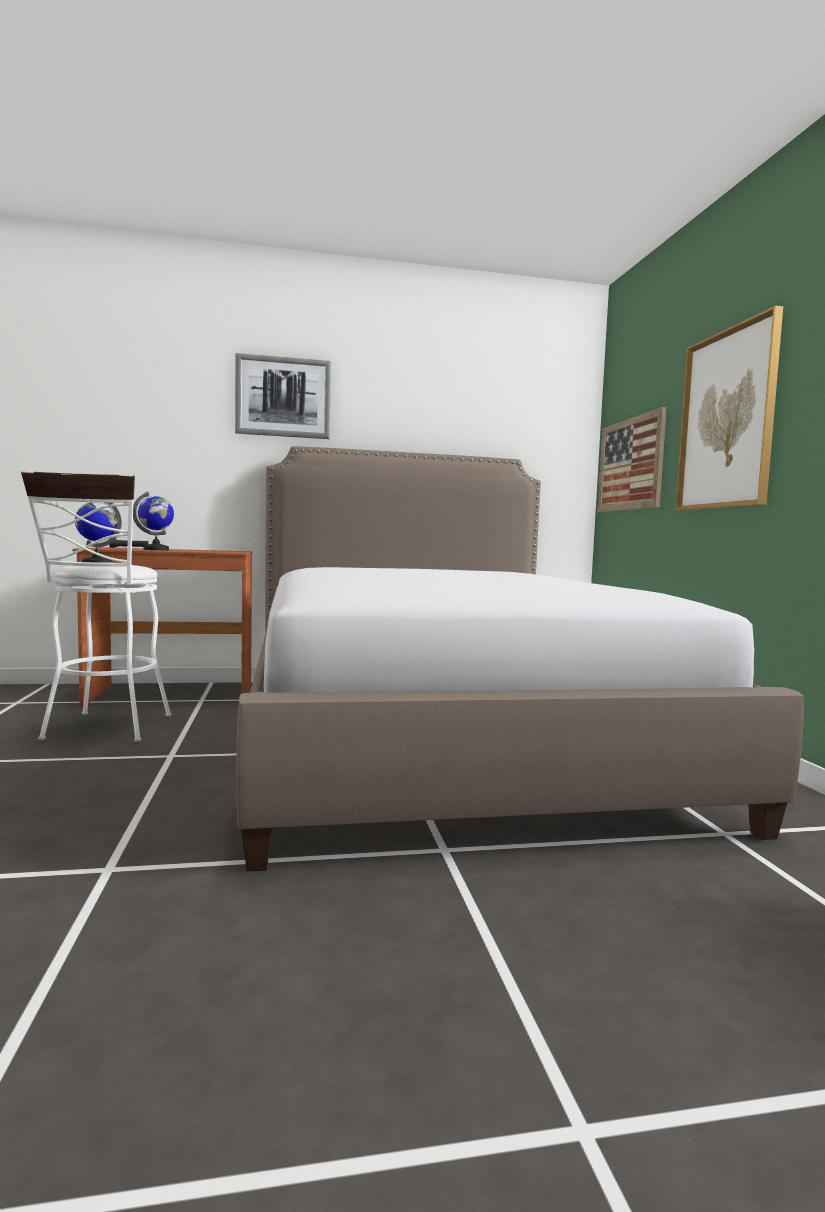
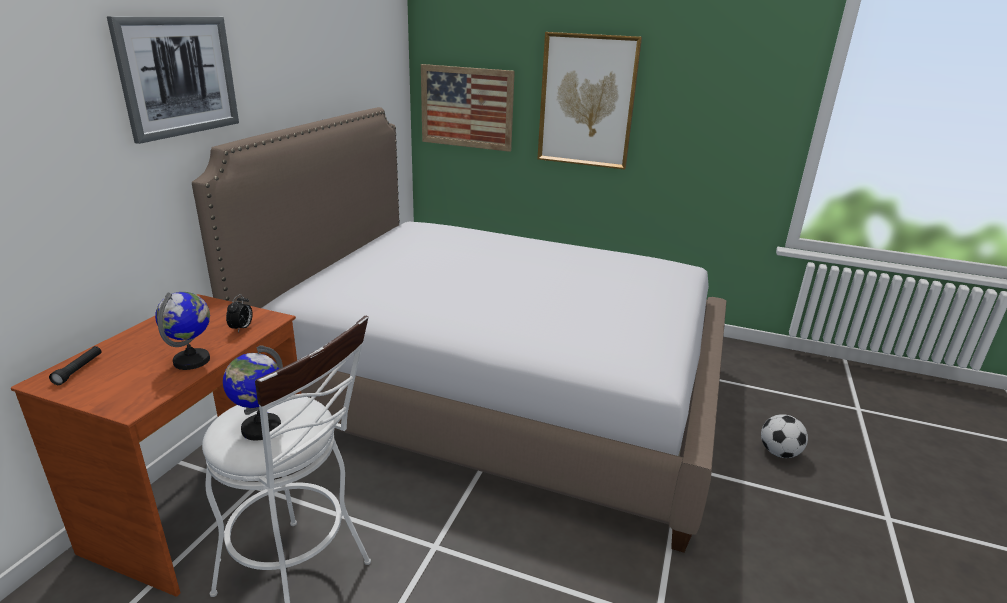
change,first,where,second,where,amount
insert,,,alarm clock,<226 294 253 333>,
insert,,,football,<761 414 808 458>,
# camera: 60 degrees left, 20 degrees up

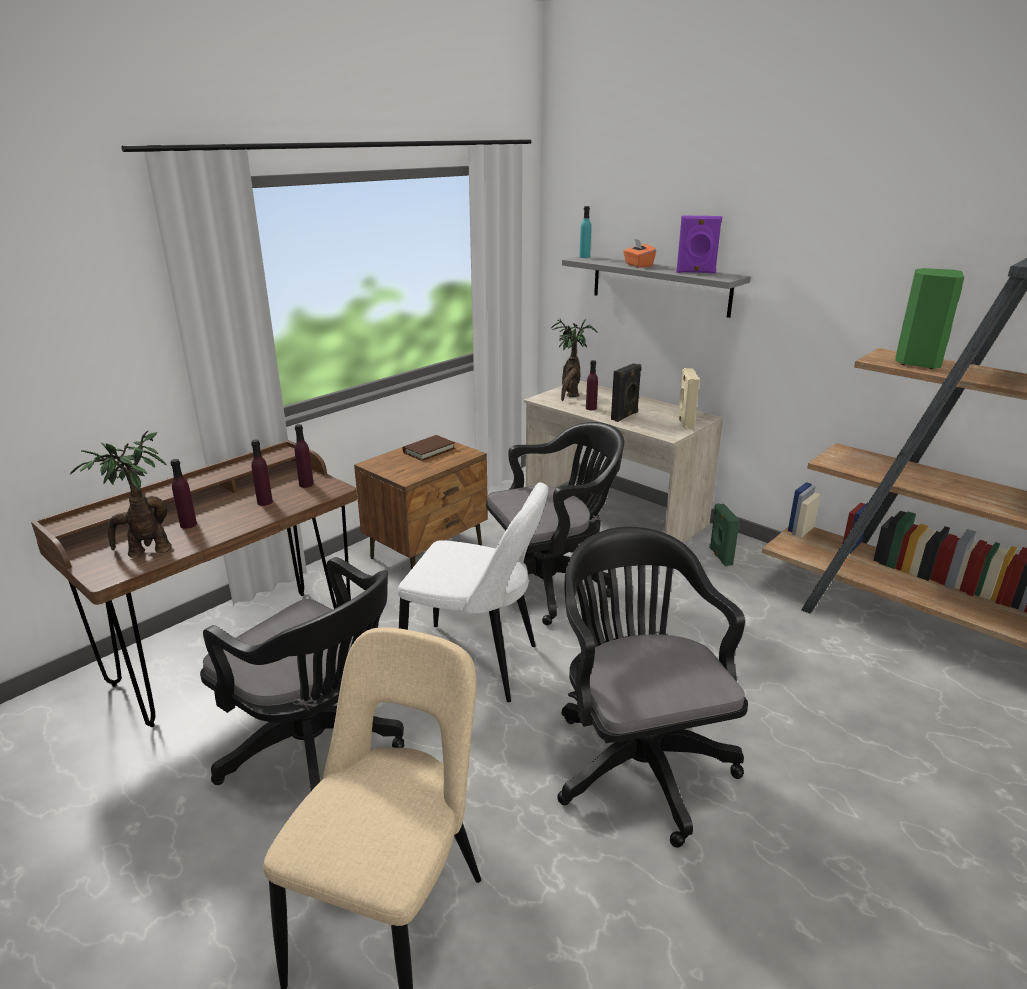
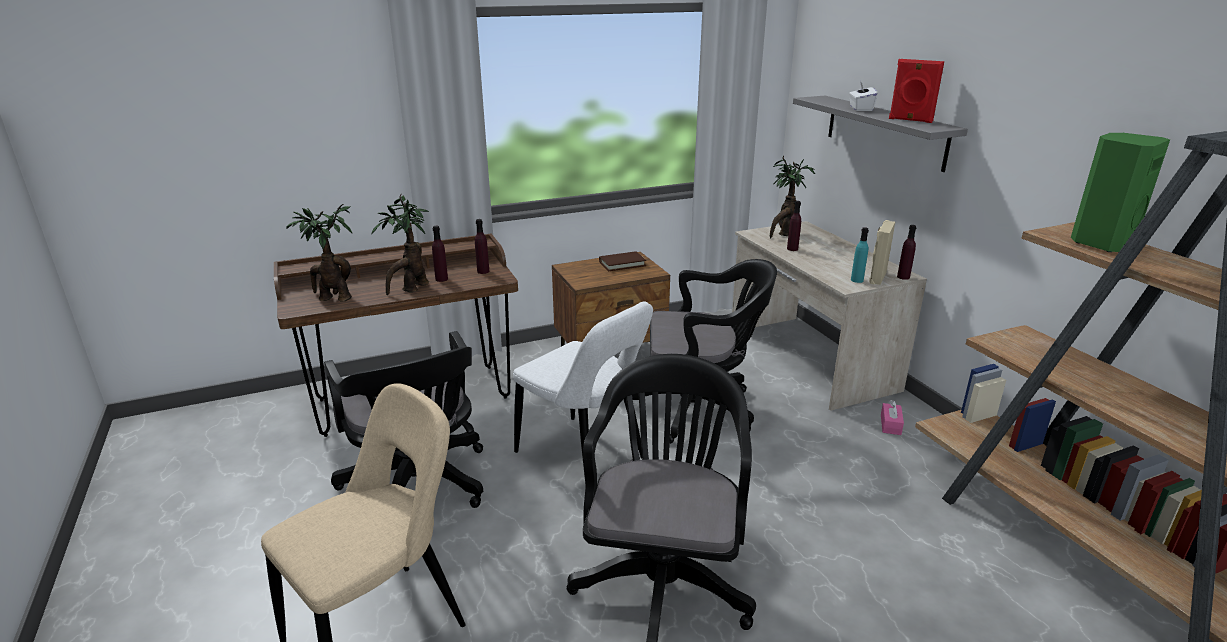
change,first,where,second,where,amount
move,bottle (purple),<171 459 197 529>,,<897 225 916 280>,
move,bottle (turquoise),<580 206 591 258>,,<851 227 869 283>,
delete,speaker (black),<611 363 642 422>,,,
recolor,tissue box (orange),<623 238 656 268>,tissue box (white),<849 81 878 111>,
recolor,speaker (purple),<676 215 722 274>,speaker (red),<889 59 944 123>,
replace,speaker (green),<709 504 740 566>,tissue box (pink),<881 400 904 435>,
insert,,,potted plant,<371 194 429 295>,
# camera: 25 degrees right, 0 degrees up

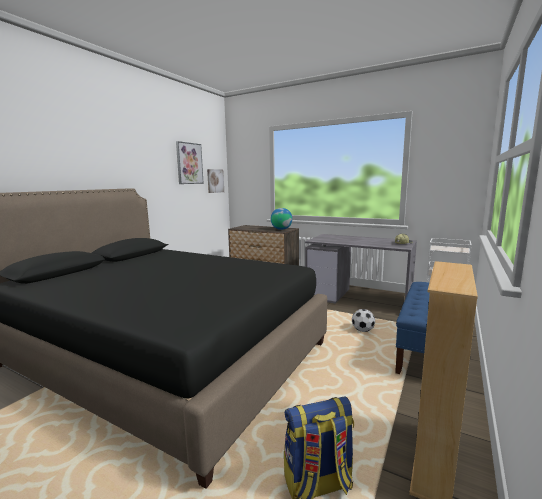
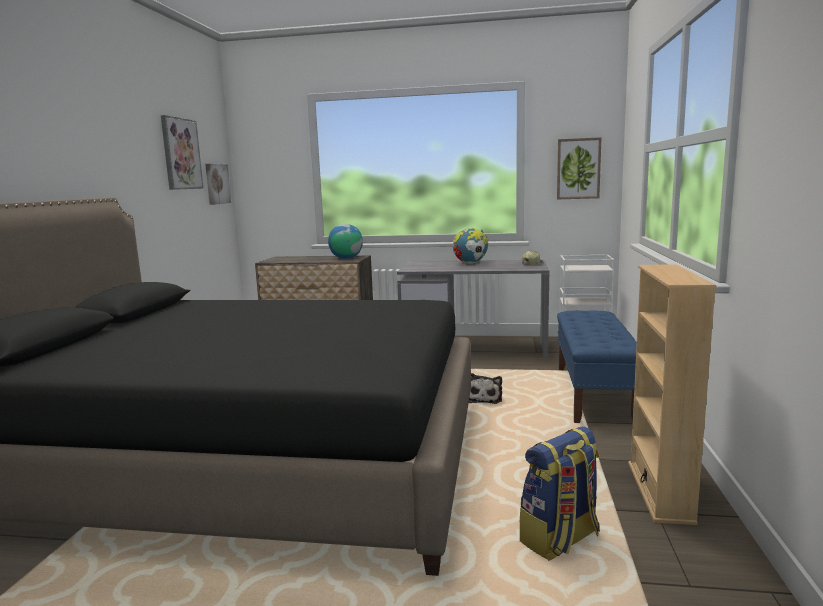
change,first,where,second,where,amount
delete,football,<352 309 375 332>,,,
insert,,,globe,<453 228 489 264>,
insert,,,plush toy,<469 373 502 404>,
insert,,,picture,<557 137 602 199>,
# camera: 20 degrees left, 0 degrees up

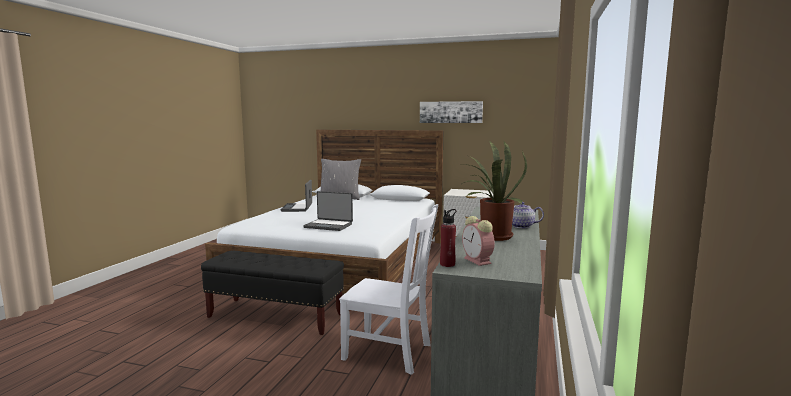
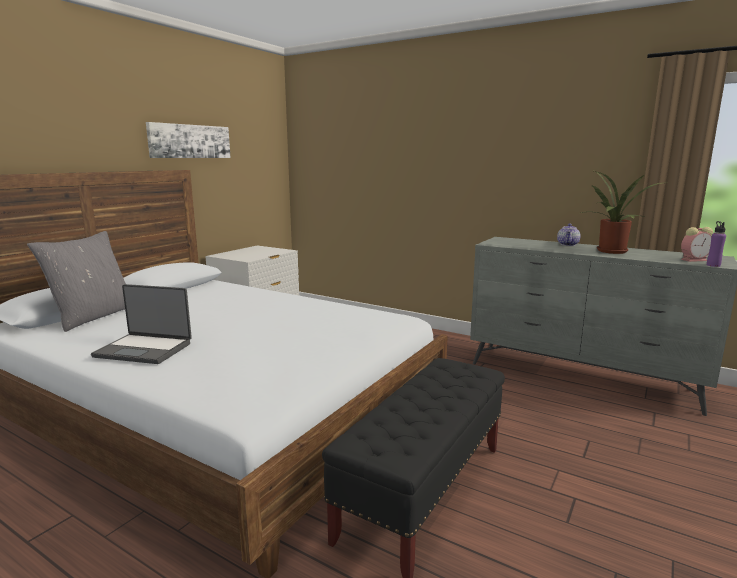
change,first,where,second,where,amount
delete,laptop,<303 191 353 231>,,,
delete,chair (white),<339 204 438 375>,,,
recolor,bottle (red),<440 209 456 267>,bottle (purple),<707 221 726 267>,
# camera: 75 degrees left, 5 degrees up

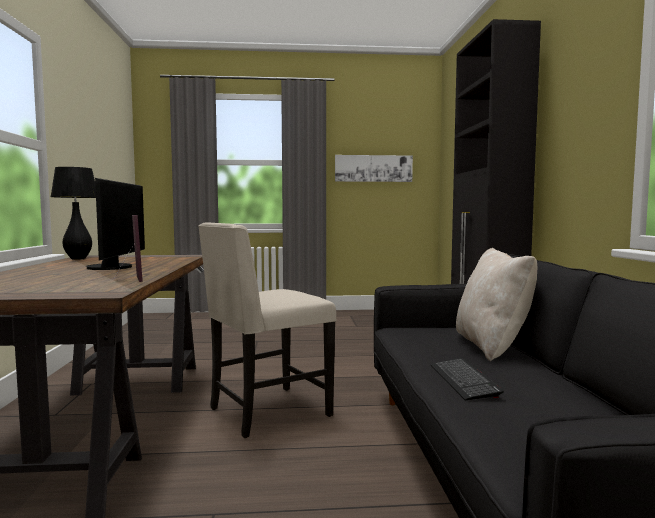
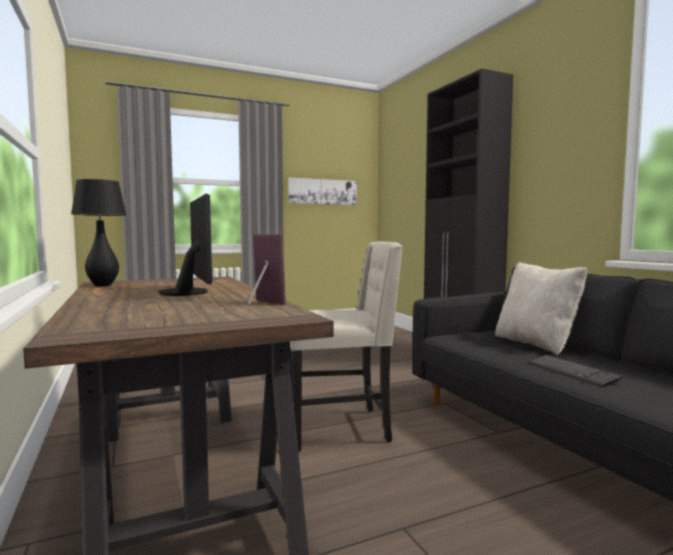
change,first,where,second,where,amount
rotate,chair (beige),<198 222 336 438>,,<290 241 403 452>,135 degrees counterclockwise
# camera: 20 degrees left, 0 degrees up

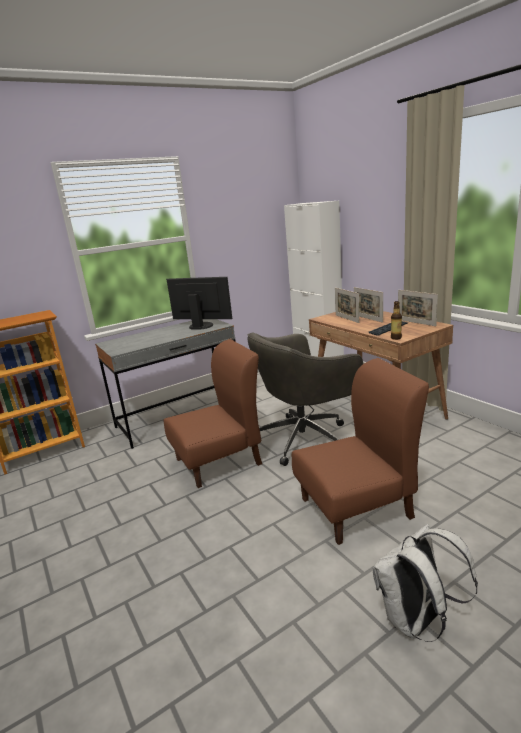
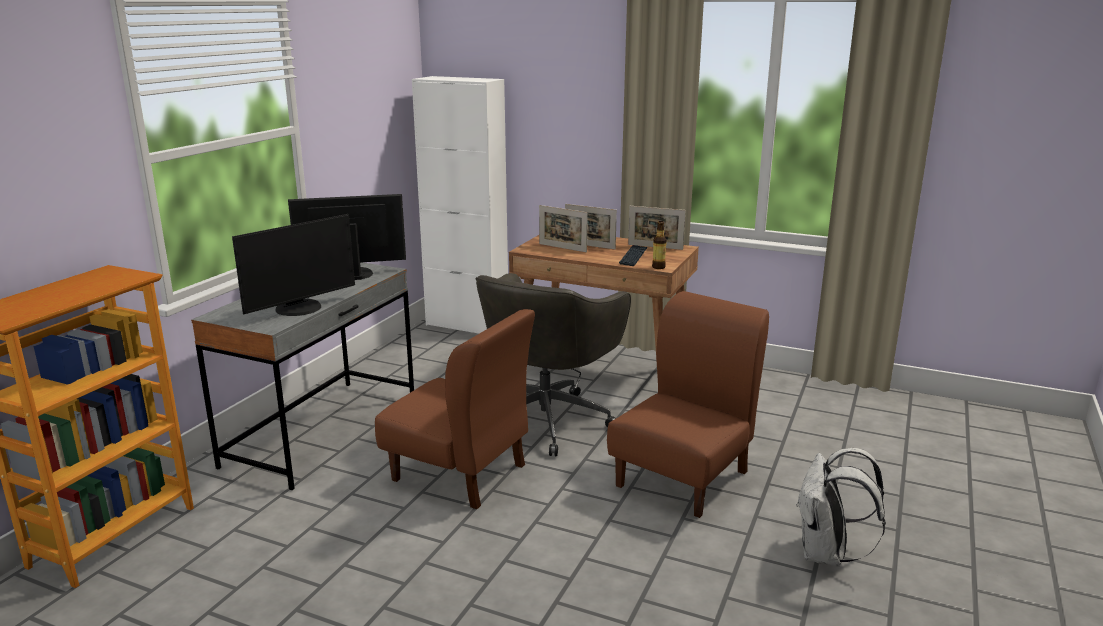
change,first,where,second,where,amount
rotate,chair (brown),<164 339 262 488>,,<375 309 535 509>,90 degrees clockwise
insert,,,monitor,<232 214 355 316>,
# camera: 35 degrees left, 0 degrees up

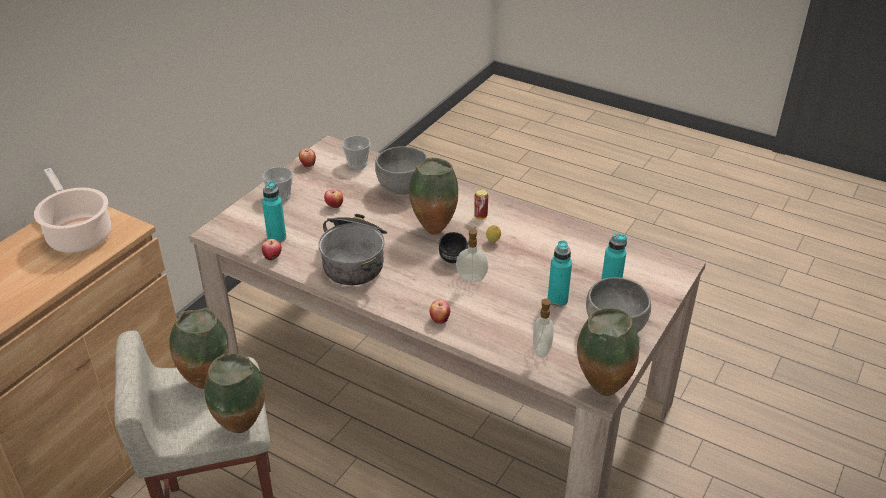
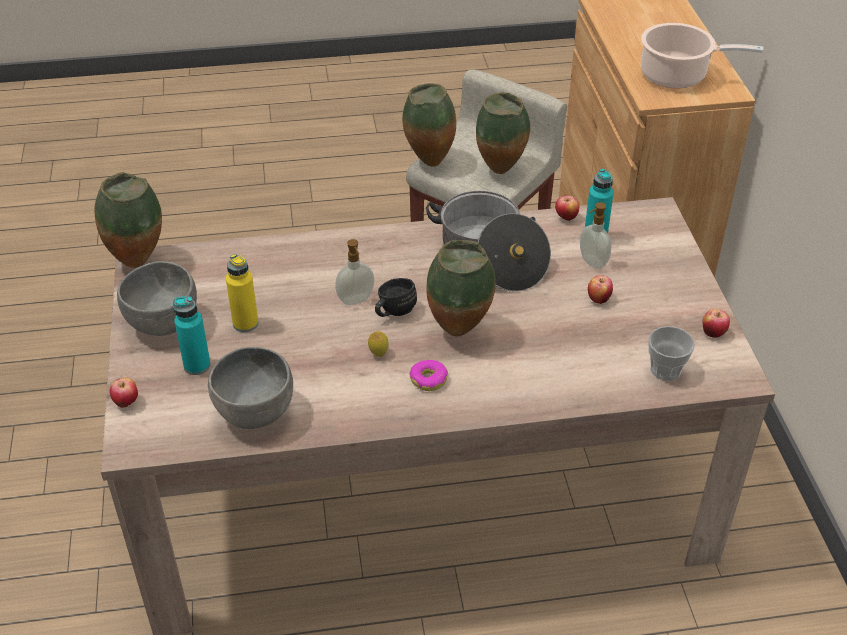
change,first,where,second,where,amount
delete,cup,<262 167 293 202>,,,
move,bowl (grey),<375 146 427 195>,,<208 347 293 429>,
move,apple,<430 300 450 324>,,<110 377 138 408>,
replace,can,<474 189 488 220>,donut,<409 360 448 391>,
move,soap dispenser,<533 299 559 357>,,<580 202 612 269>,
recolor,bottle (turquoise),<548 241 572 307>,bottle (yellow),<226 254 259 332>,
# camera: 140 degrees right, 5 degrees up

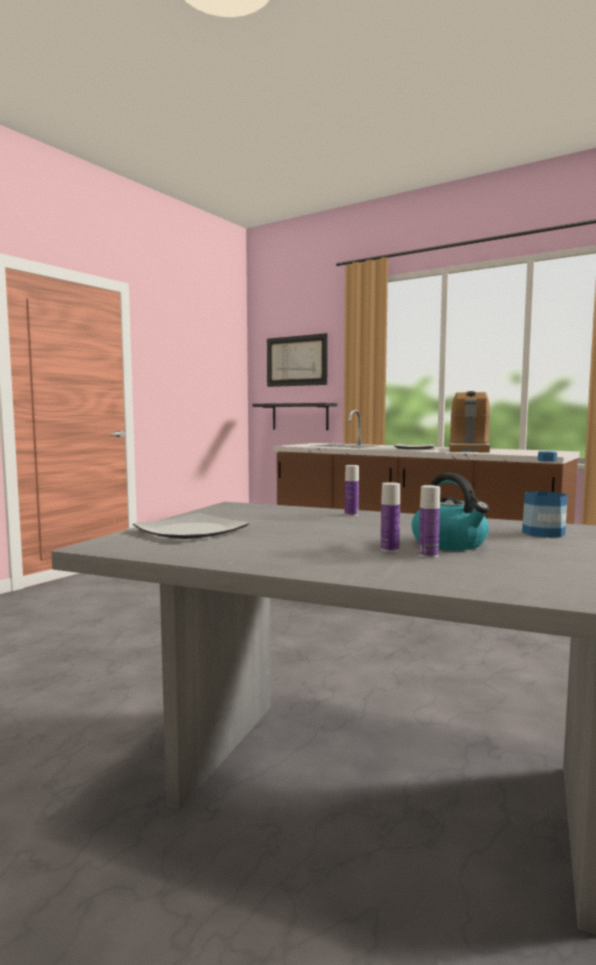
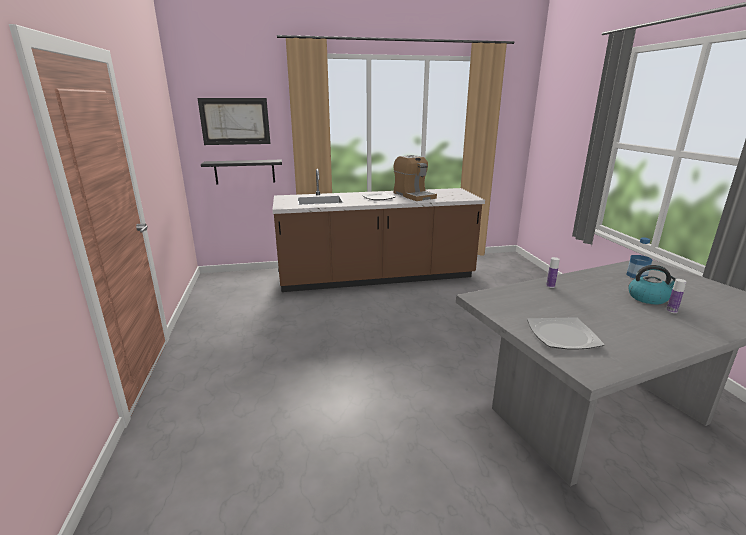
change,first,where,second,where,amount
delete,bottle,<381 482 400 552>,,,
# camera: 45 degrees left, 15 degrees up

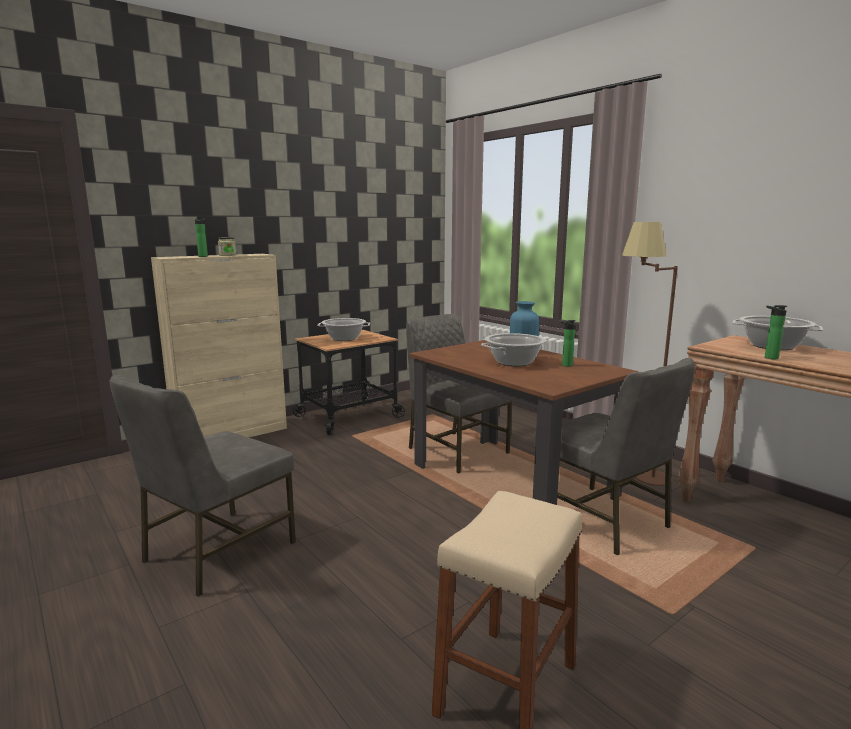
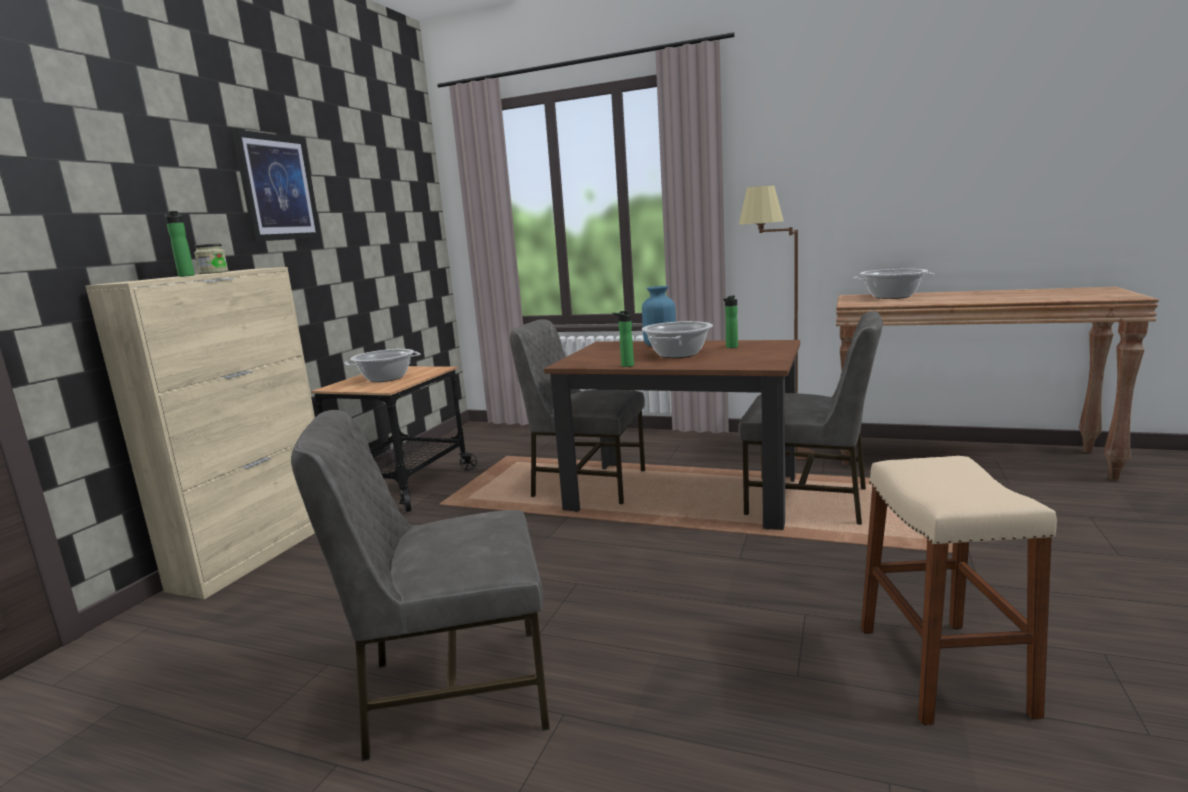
change,first,where,second,where,amount
rotate,chair (grey),<110 375 296 597>,,<291 410 550 761>,75 degrees clockwise
move,bottle,<765 305 788 359>,,<613 310 634 367>,
insert,,,picture,<232 129 321 242>,
# camera: 30 degrees left, 0 degrees up

